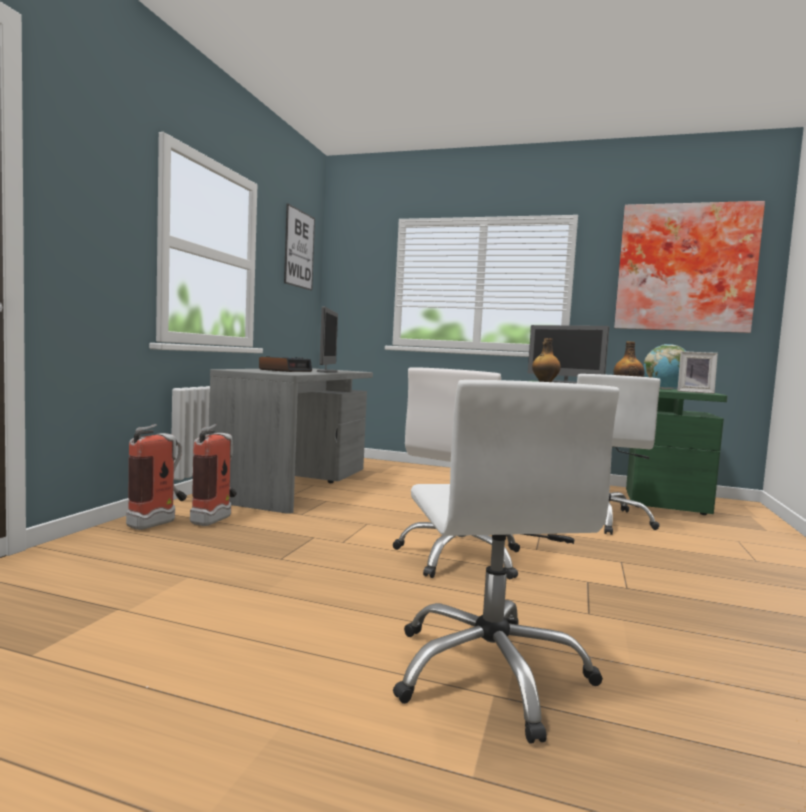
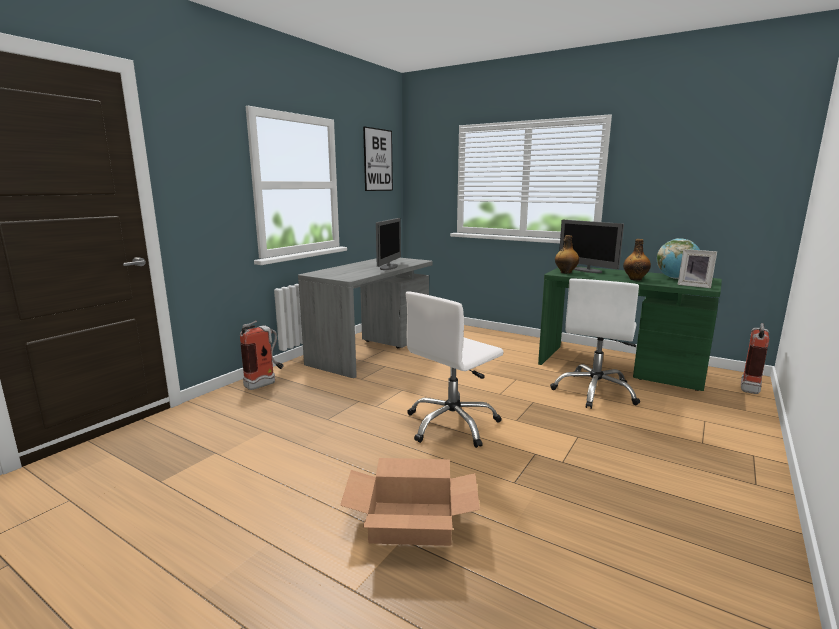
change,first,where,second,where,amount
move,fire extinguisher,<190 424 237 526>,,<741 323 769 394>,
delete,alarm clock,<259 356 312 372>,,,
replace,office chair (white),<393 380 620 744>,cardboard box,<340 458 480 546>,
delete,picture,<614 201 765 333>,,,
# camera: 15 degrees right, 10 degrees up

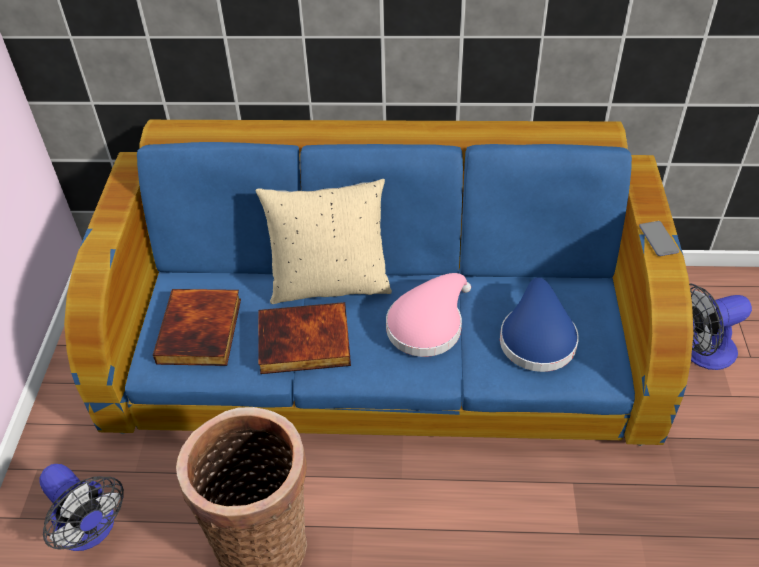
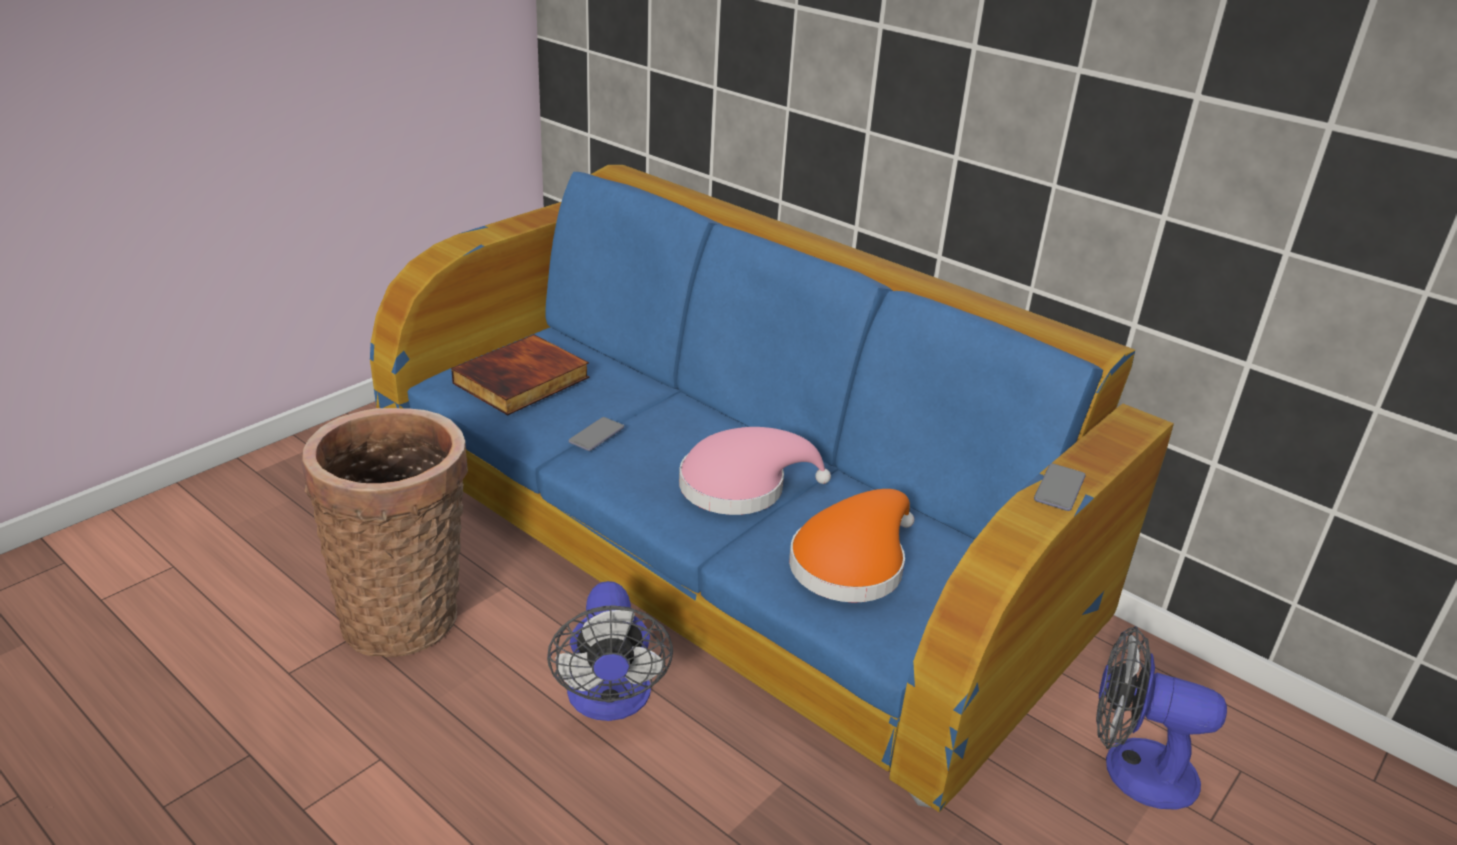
change,first,where,second,where,amount
move,fan,<39 464 124 551>,,<547 581 673 721>,
delete,pillow (beige),<256 179 392 304>,,,
replace,book,<258 302 351 374>,phone,<569 417 624 451>,
recolor,hat (blue),<500 277 579 372>,hat (orange),<789 489 914 603>,
# camera: 35 degrees right, 15 degrees down

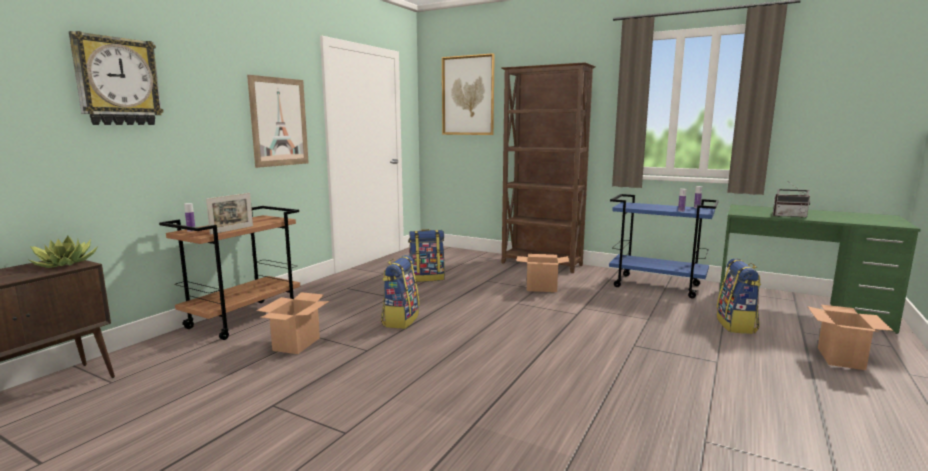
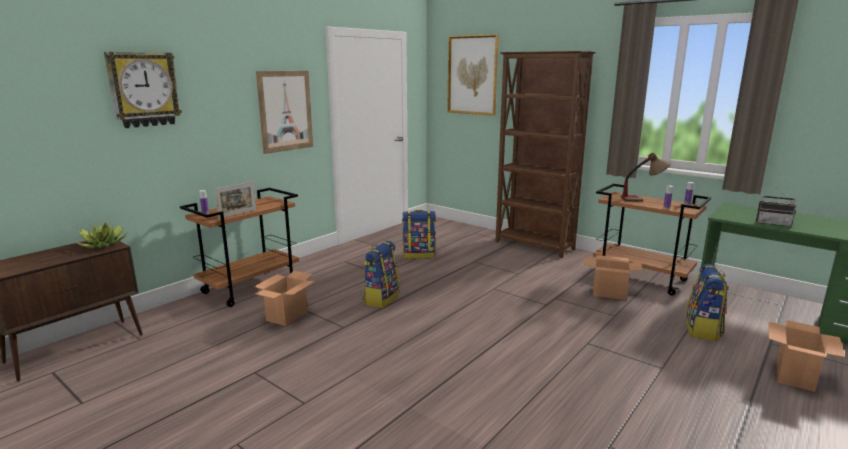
change,first,where,second,where,amount
move,cardboard box,<517 254 569 292>,,<584 255 642 300>,
recolor,cart (blue),<609 194 719 299>,cart (brown),<593 184 711 296>,
insert,,,table lamp,<621 153 671 202>,
# camera: 10 degrees right, 5 degrees up

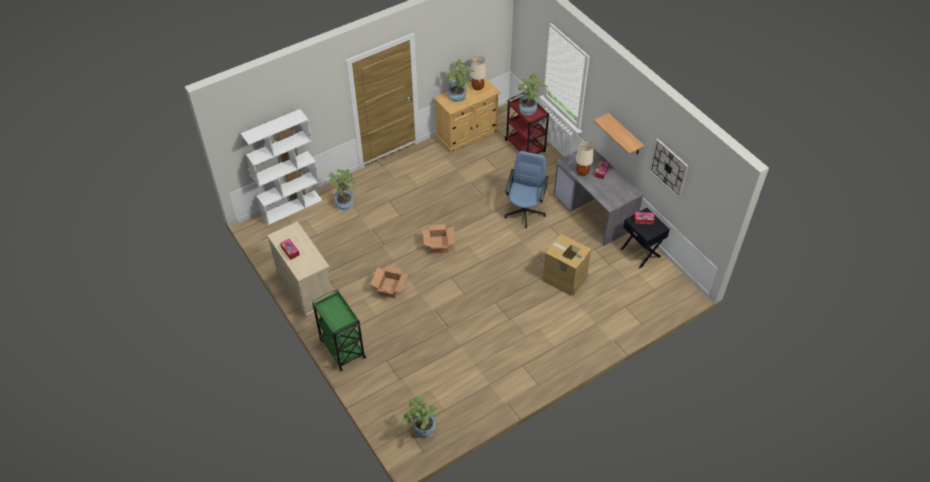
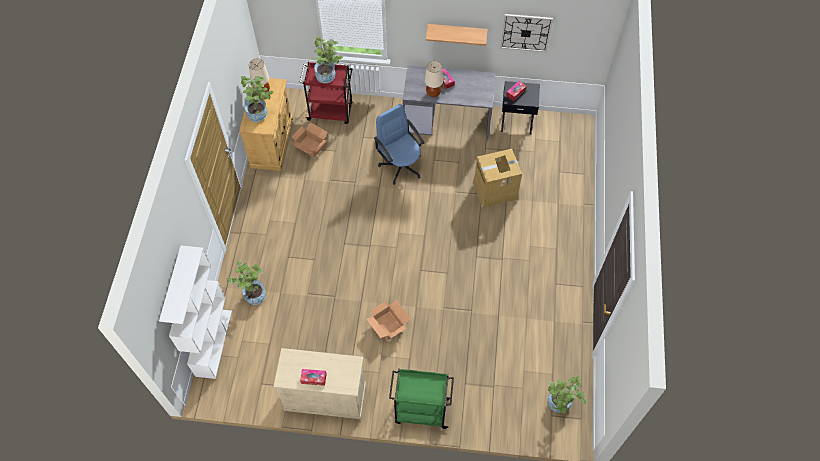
change,first,where,second,where,amount
move,cardboard box,<422 224 455 254>,,<290 122 328 157>,
# camera: 50 degrees left, 10 degrees up

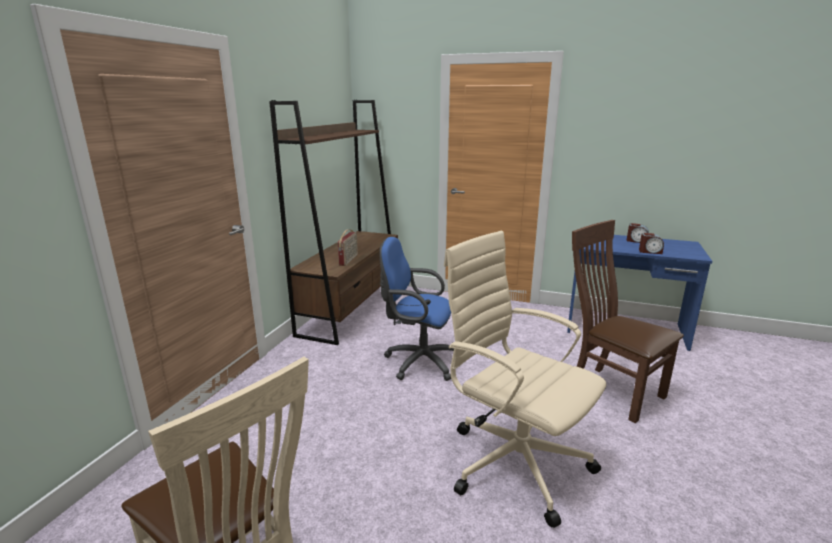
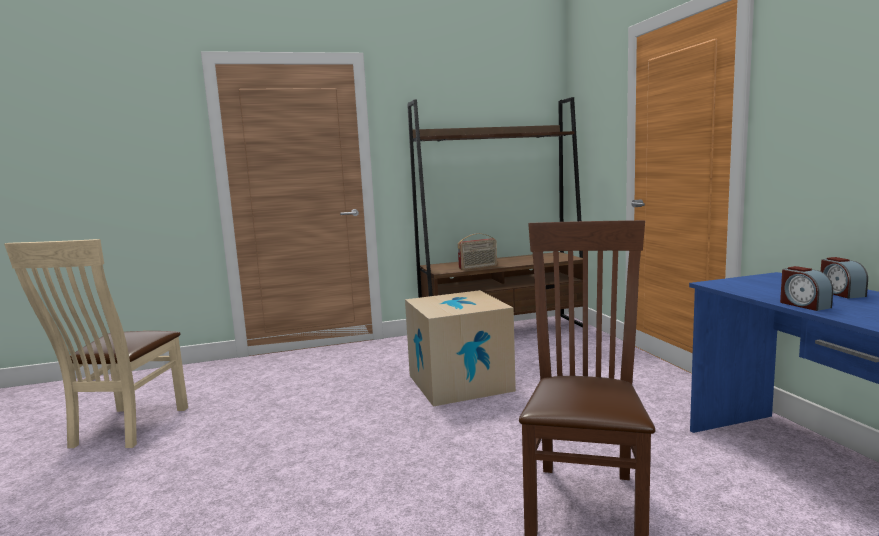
change,first,where,second,where,amount
replace,office chair (blue),<379 237 454 381>,cardboard box,<405 290 516 406>,
delete,office chair (beige),<444 231 607 528>,,,
# camera: 55 degrees right, 10 degrees down

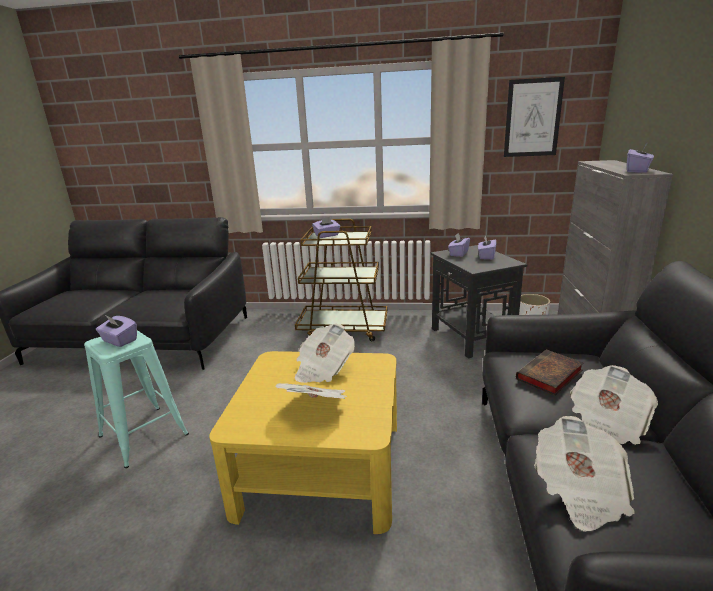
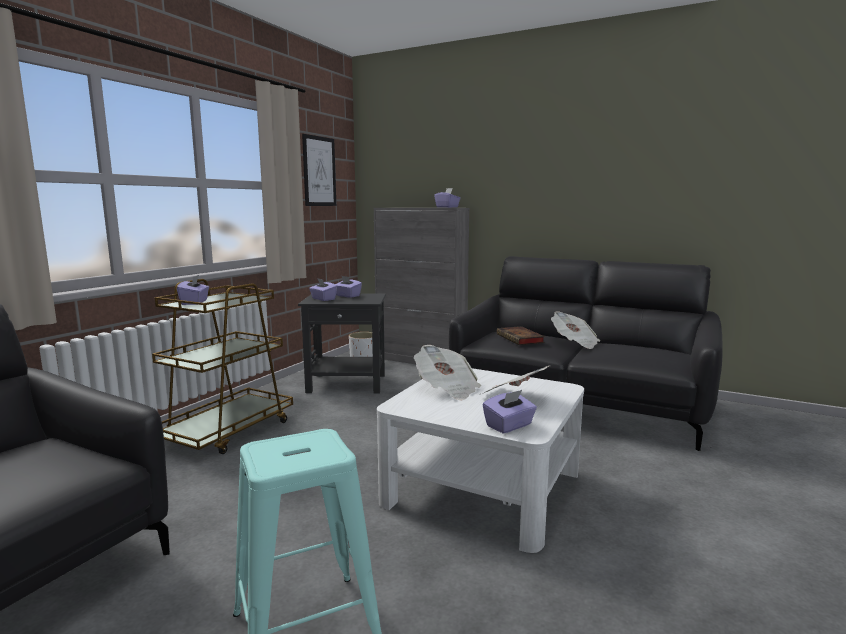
change,first,where,second,where,amount
move,tissue box (purple),<96 315 137 347>,,<483 390 537 434>,
recolor,coffee table (yellow),<209 351 397 534>,coffee table (white),<377 368 584 553>,
delete,newspaper,<534 416 635 532>,,,
# camera: 70 degrees left, 10 degrees down

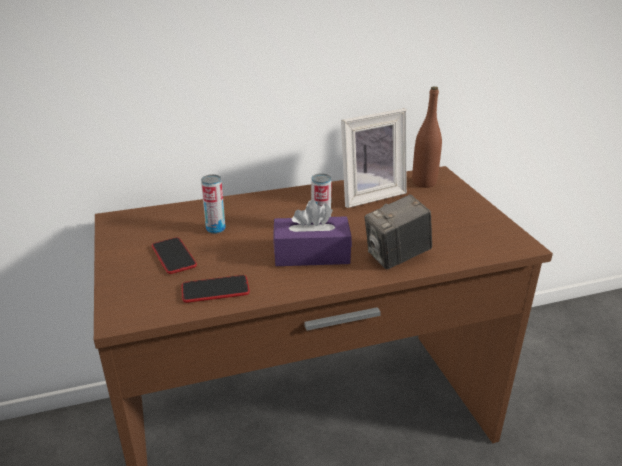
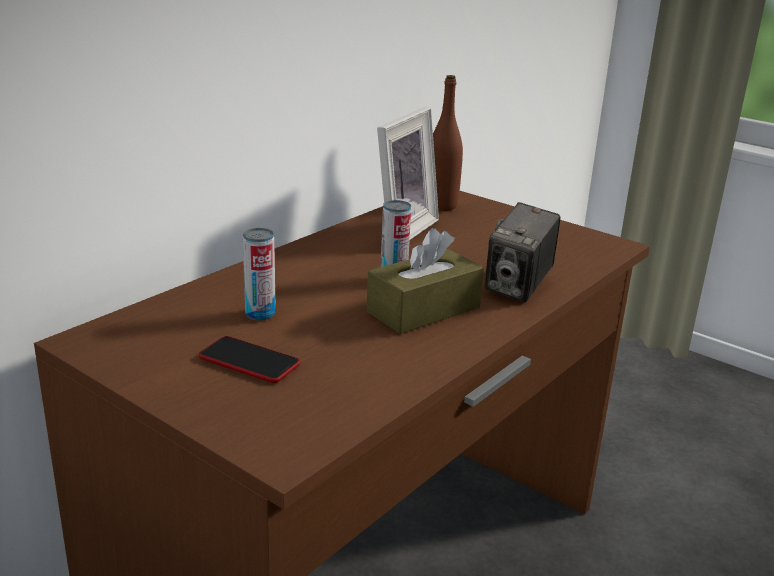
change,first,where,second,where,amount
delete,phone,<182 275 250 303>,,,
recolor,tissue box (purple),<273 200 352 266>,tissue box (brown),<367 228 484 334>,
# camera: 35 degrees left, 5 degrees down

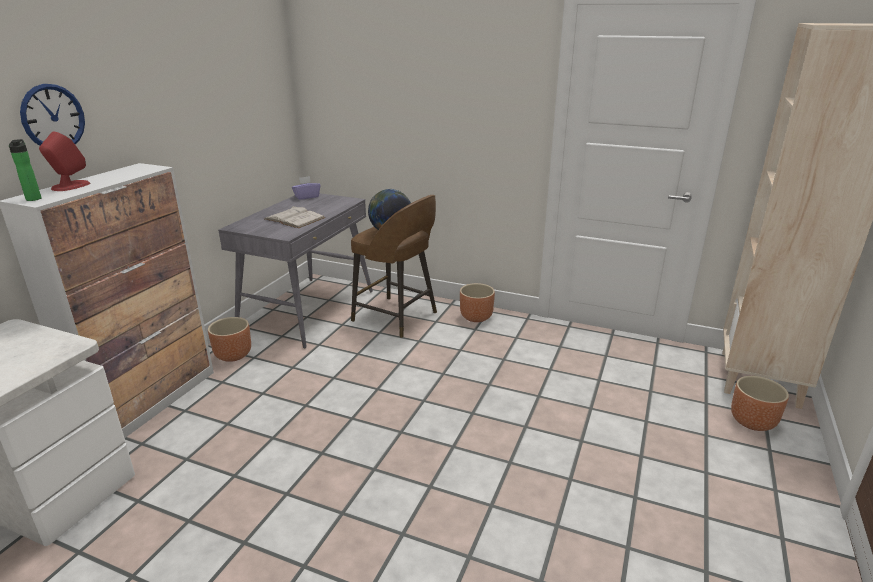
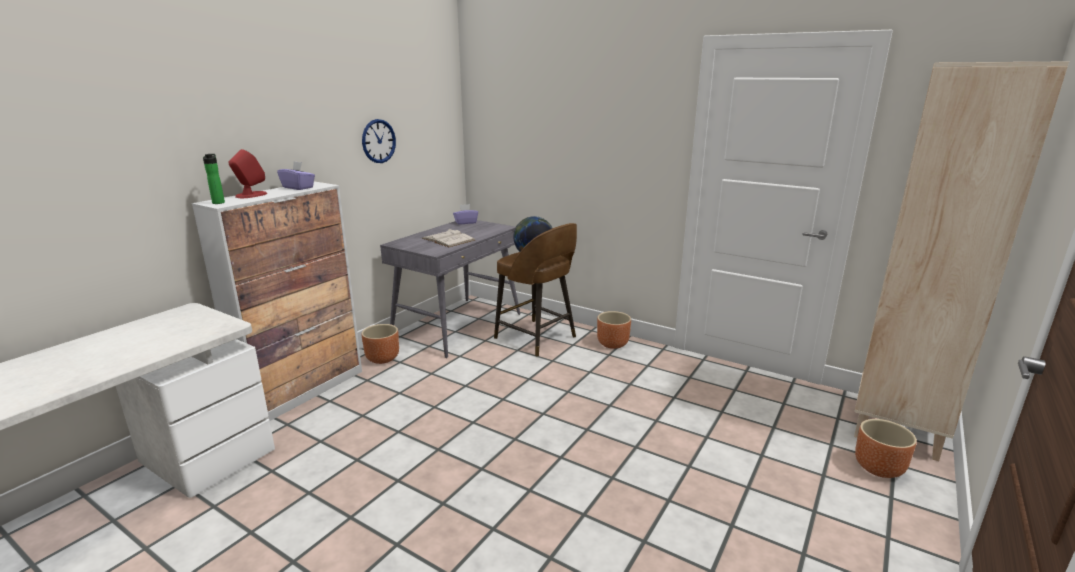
change,first,where,second,where,amount
move,wall clock,<20 84 85 146>,,<362 119 396 163>,
insert,,,tissue box (purple),<277 161 315 190>,
# camera: 10 degrees right, 5 degrees down

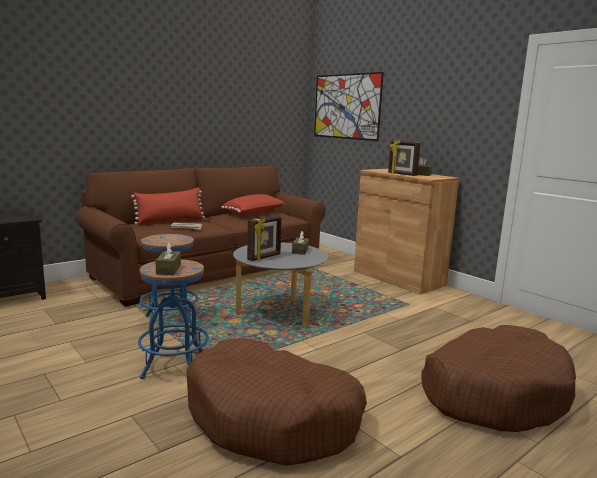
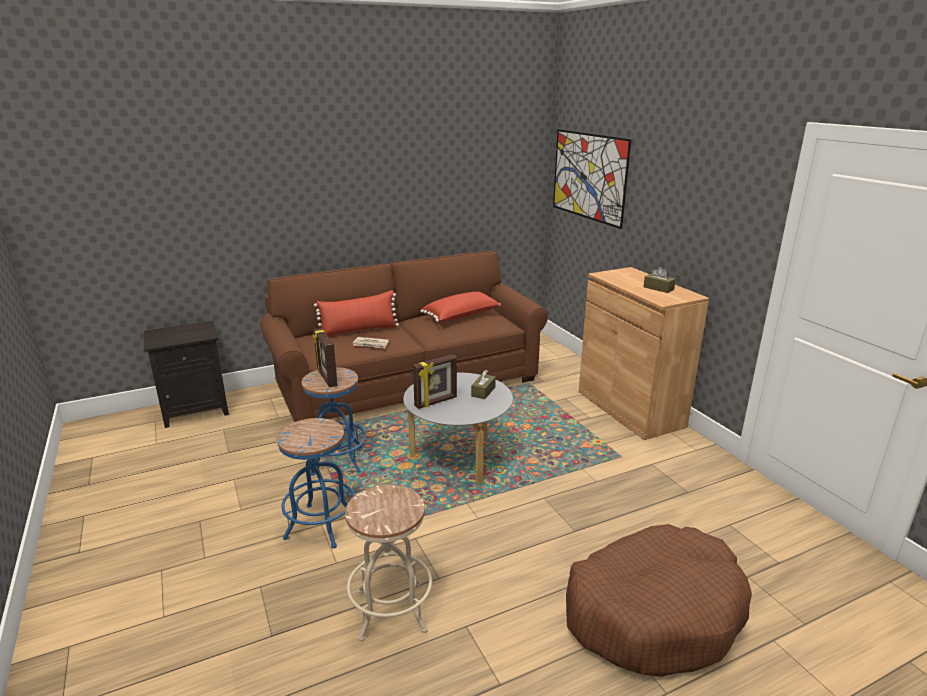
change,first,where,second,where,amount
delete,tissue box (brown),<155 242 181 275>,,,
replace,dog bed (brown),<187 338 367 466>,stool (beige),<345 485 432 642>,
move,picture frame,<388 140 420 176>,,<313 328 338 388>,
# camera: 15 degrees right, 10 degrees up

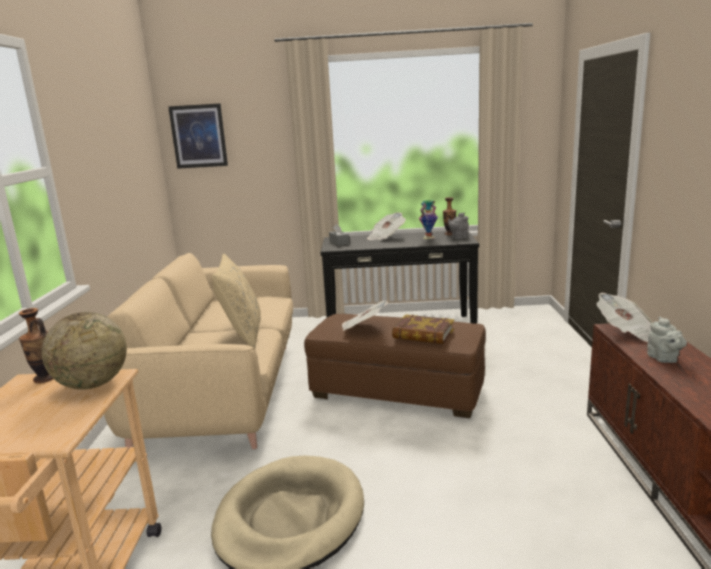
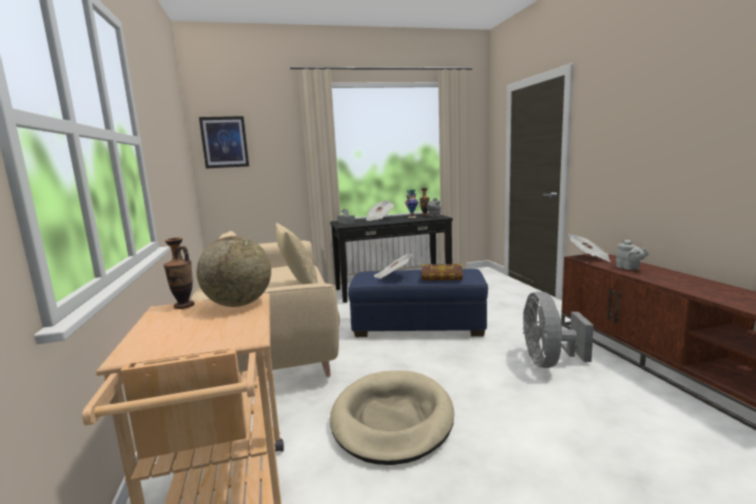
change,first,where,second,where,amount
recolor,ottoman (brown),<304 314 486 418>,ottoman (blue),<348 269 488 337>,
insert,,,fan (grey),<523 291 594 368>,
# camera: 15 degrees left, 5 degrees down

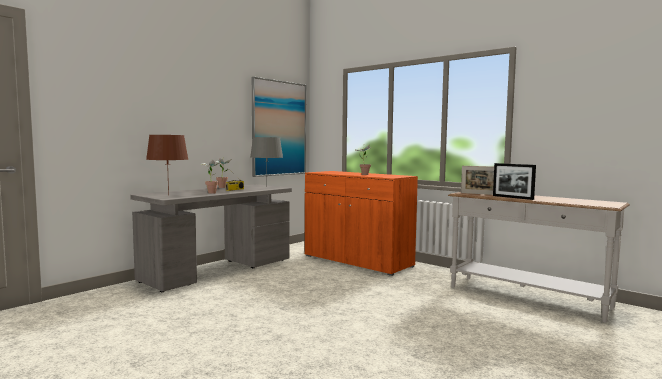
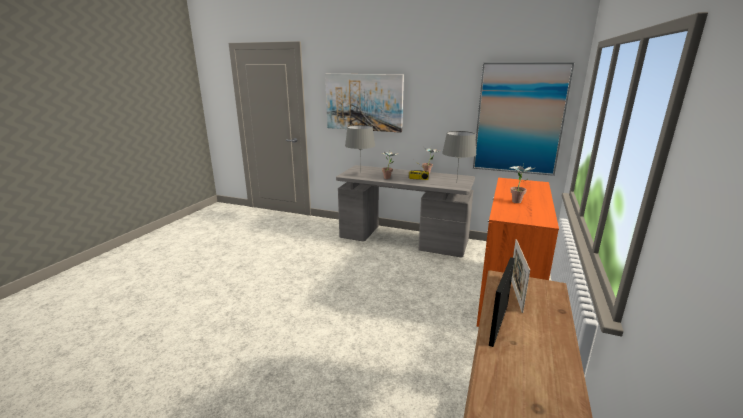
change,first,where,second,where,amount
recolor,table lamp (brown),<146 135 188 195>,table lamp (grey),<345 125 375 173>,
insert,,,picture,<325 74 404 133>,
# camera: 70 degrees right, 15 degrees up

